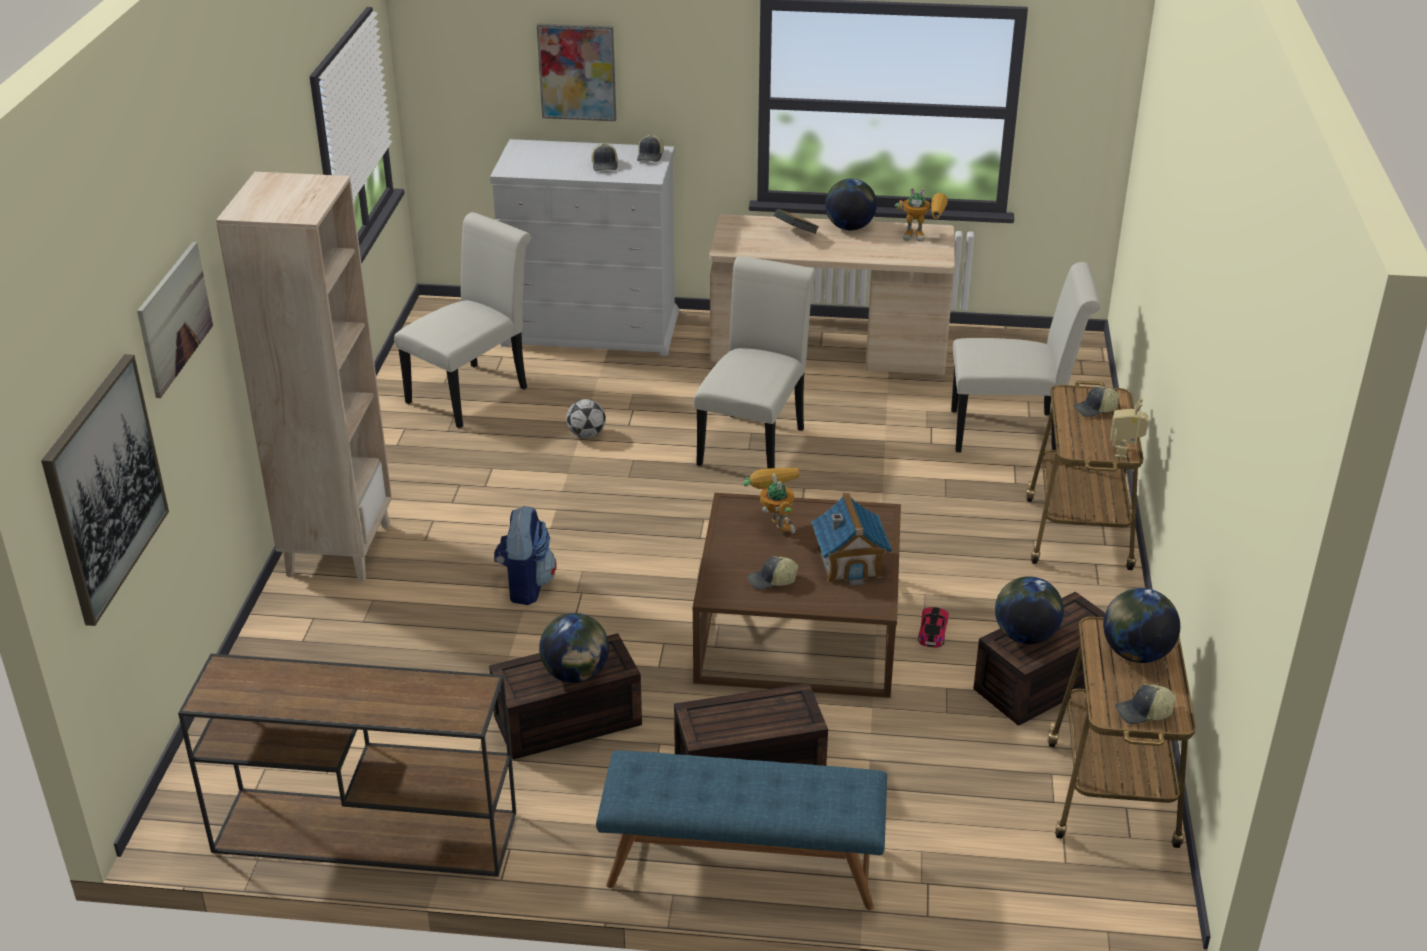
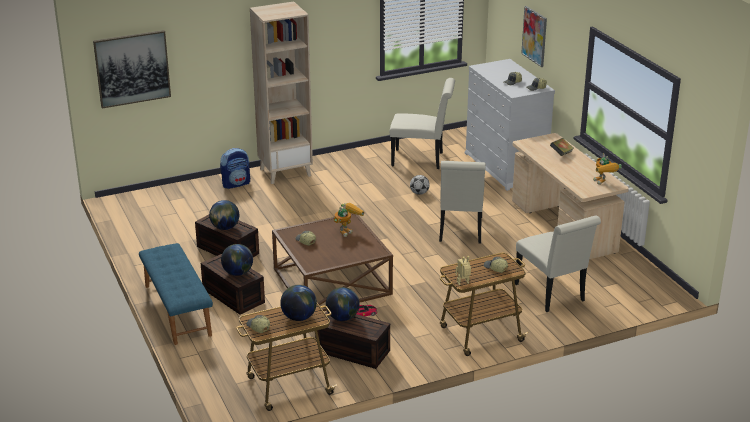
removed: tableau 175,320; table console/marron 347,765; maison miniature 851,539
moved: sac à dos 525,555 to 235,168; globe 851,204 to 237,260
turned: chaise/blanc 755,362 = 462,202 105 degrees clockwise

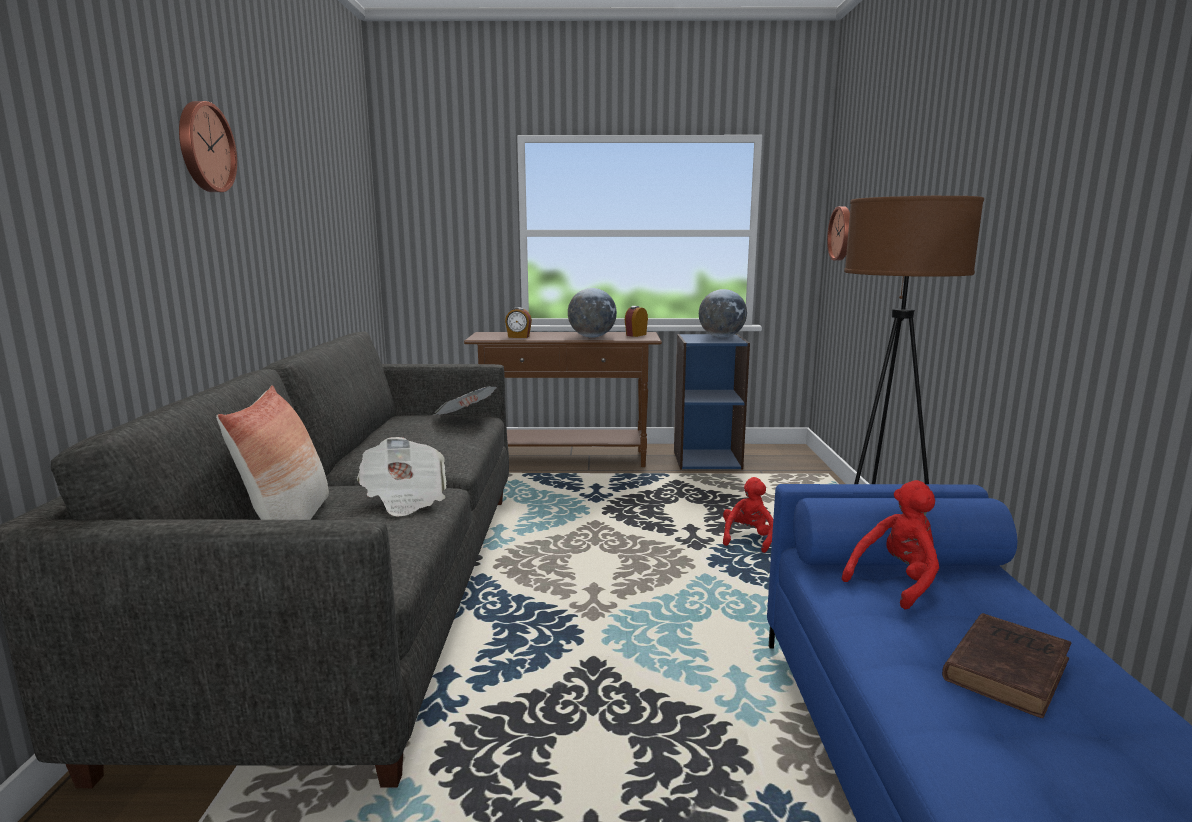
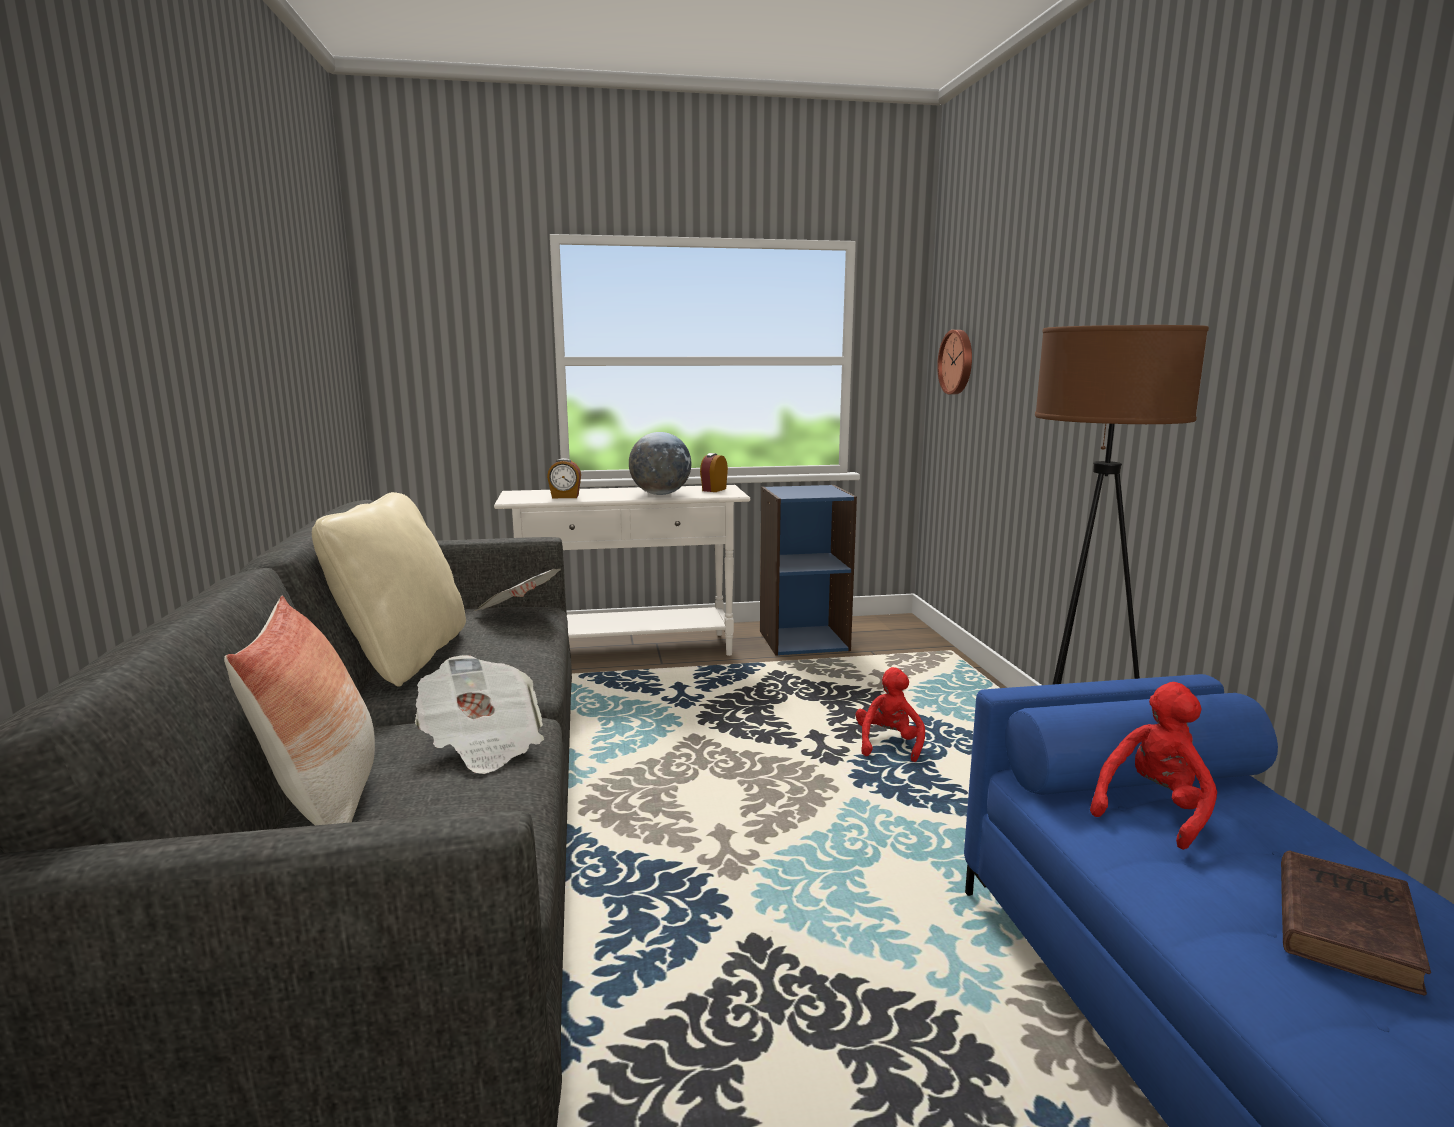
removed: horloge murale 208,146; globe 723,313
added: coussin/beige 389,589
recoloured: table console/marron 563,399 to table console/blanc 622,570

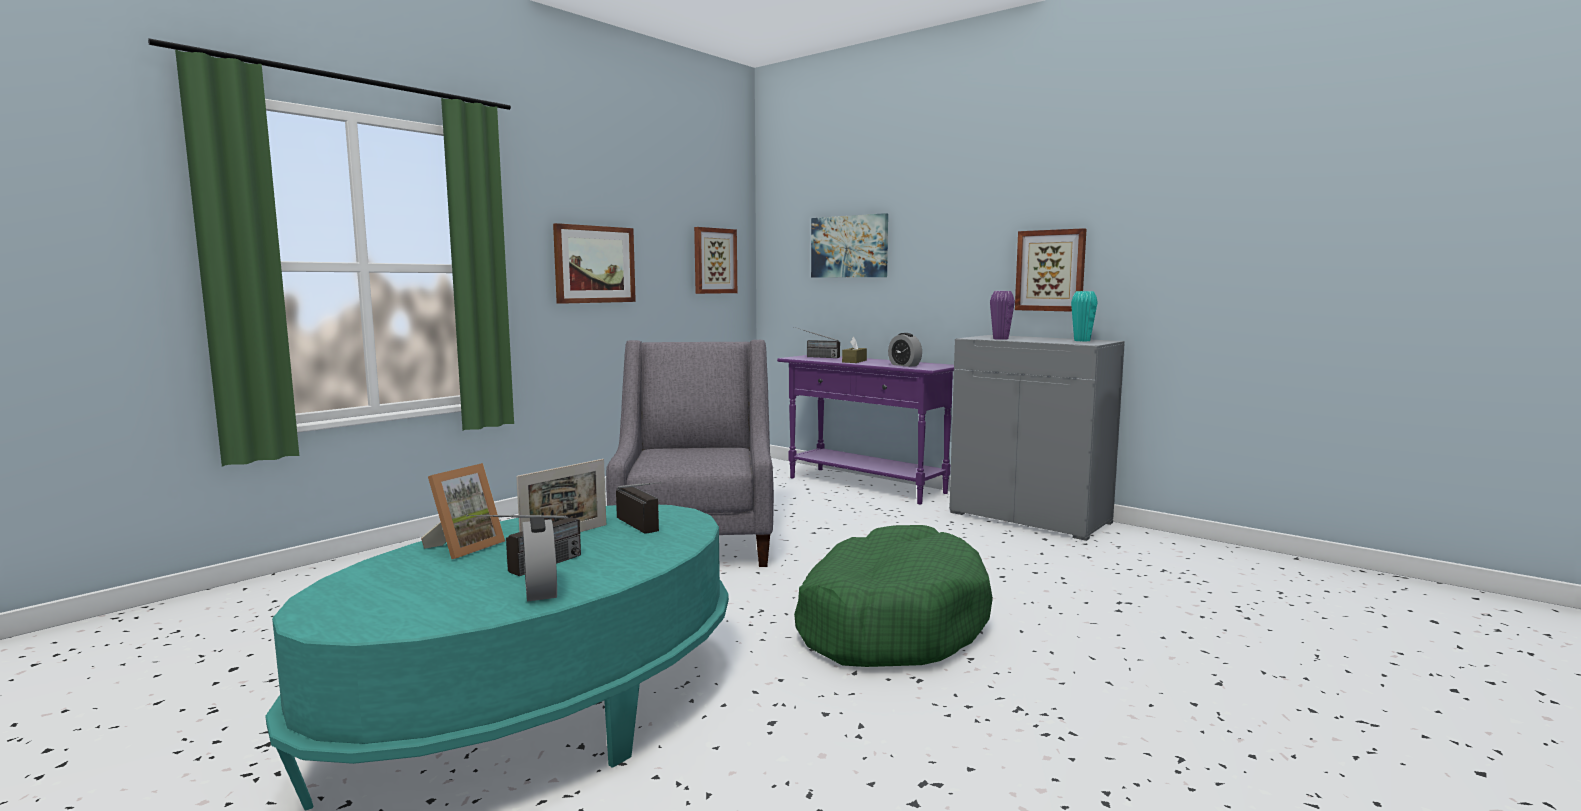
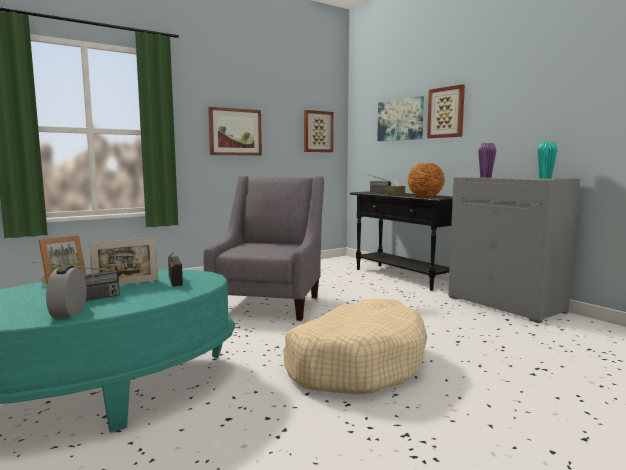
moved: tableau 1051,270 to 446,111
replaced: réveil 905,350 to vase 426,180
recoloured: table console/violet 865,429 to table console/noir 401,241; panier pour chien/vert 893,596 to panier pour chien/beige 355,346

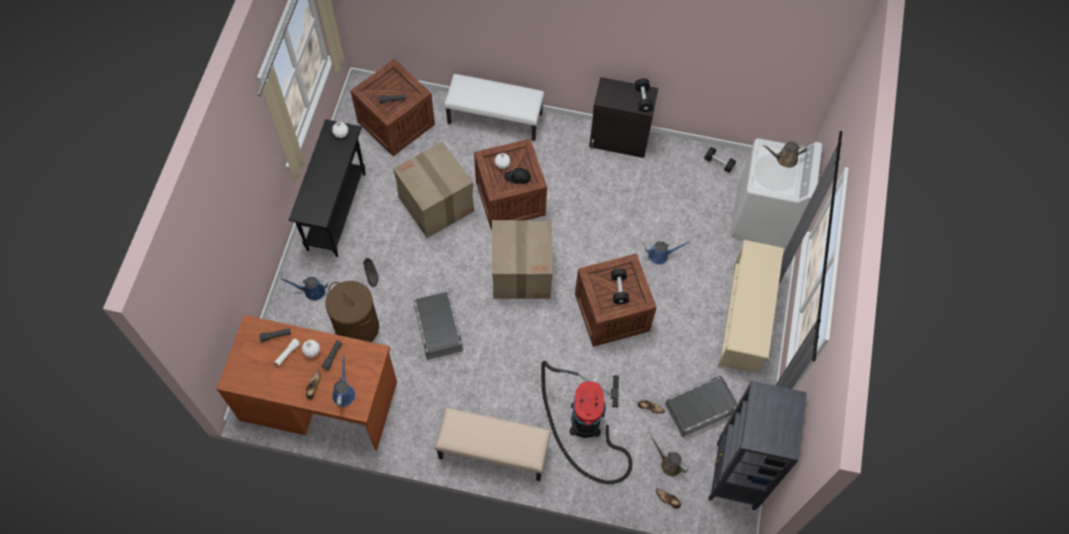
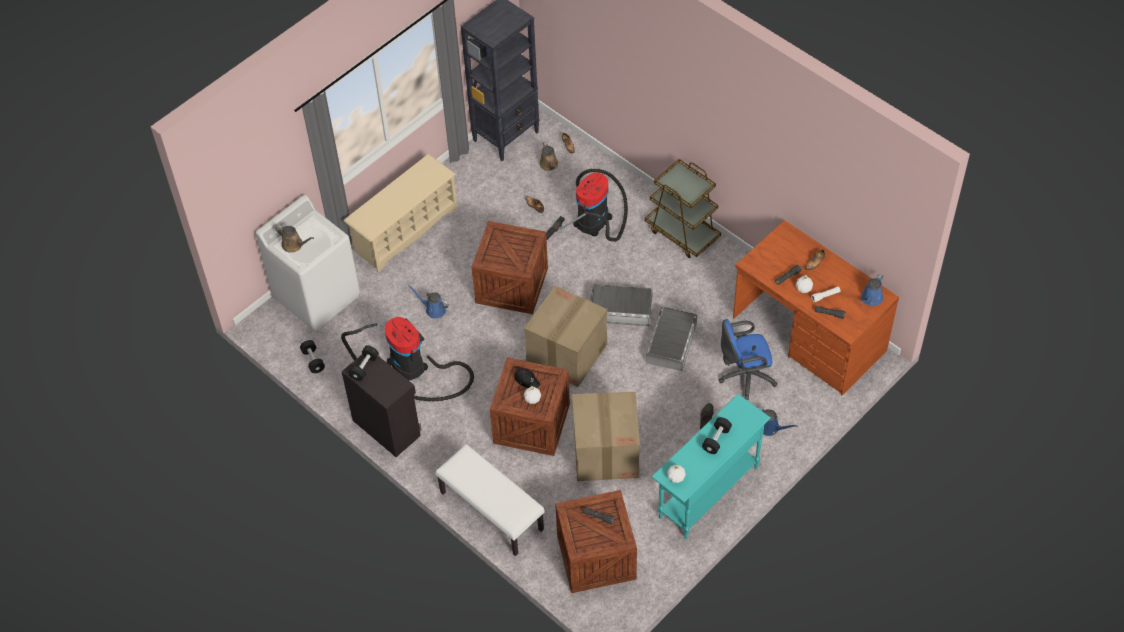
added: aspirateur 407,359
moved: arrosoir/bleu 344,380 to 871,290; haltère/noir 620,286 to 717,435; boîte de rangement/gris 701,406 to 622,305
replaced: panier à linge/marron 352,311 to chaise de bureau/bleu 748,359; banc/beige 493,444 to chariot/marron 683,208
recoloured: table console/noir 327,188 to table console/turquoise 711,466

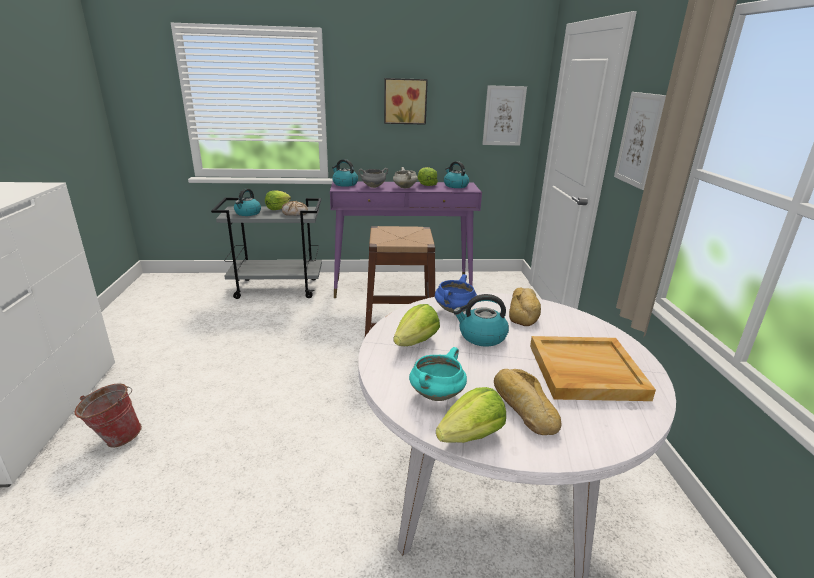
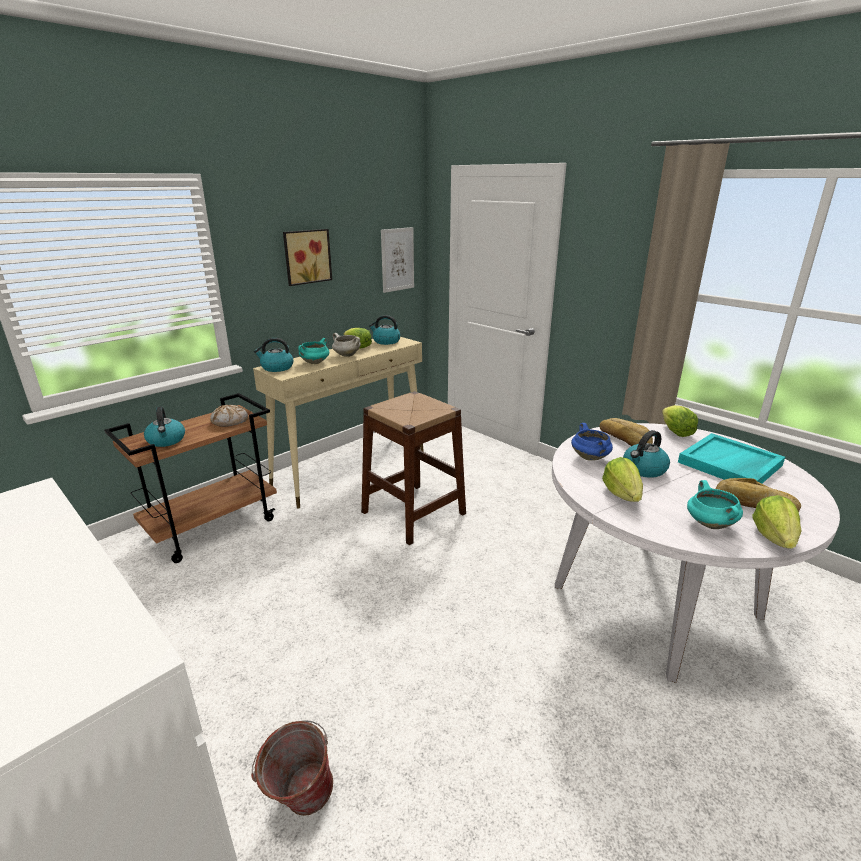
removed: tableau 640,141
moved: laitue 278,200 to 680,421
recoloured: chariot/gris 266,248 to chariot/marron 190,478; table console/violet 406,239 to table console/beige 338,423; marmite/gris 373,178 to marmite/turquoise 313,351; plateau/beige 593,368 to plateau/turquoise 731,458

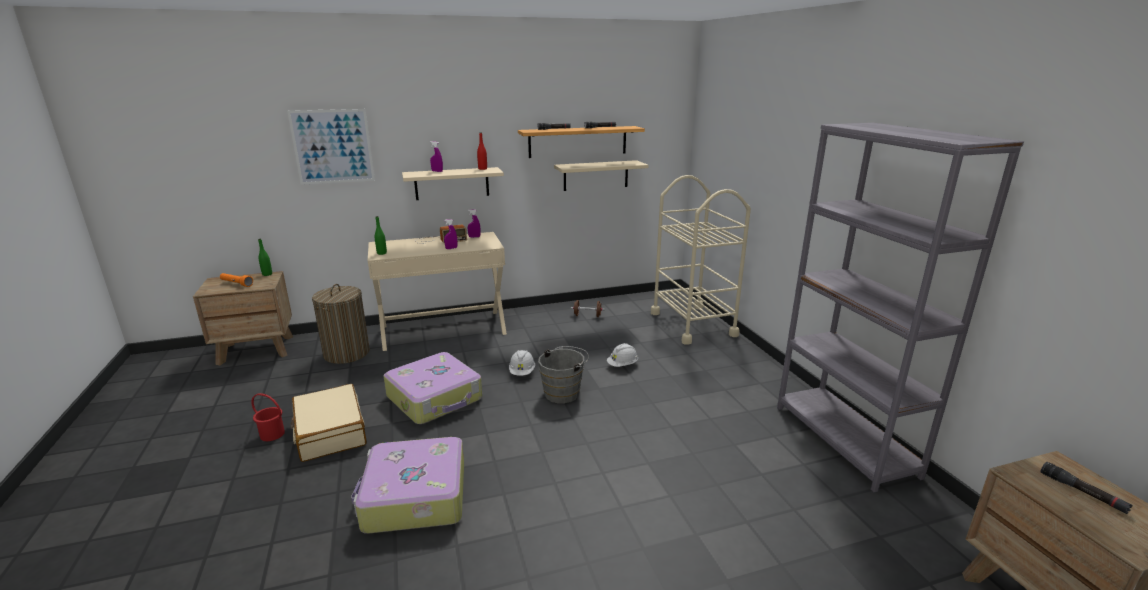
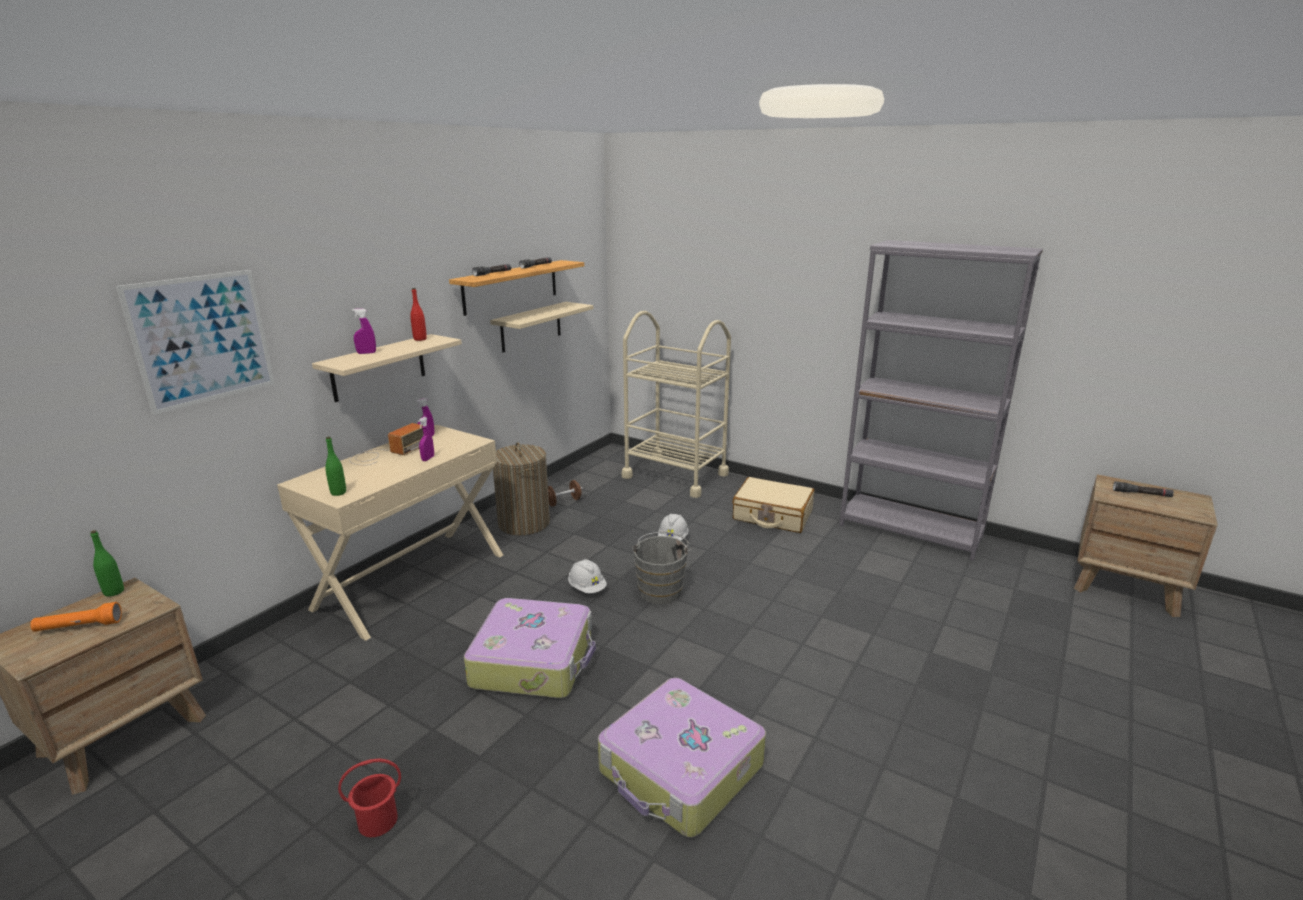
moved: valise/beige 328,423 to 773,505; panier à linge 341,324 to 521,488

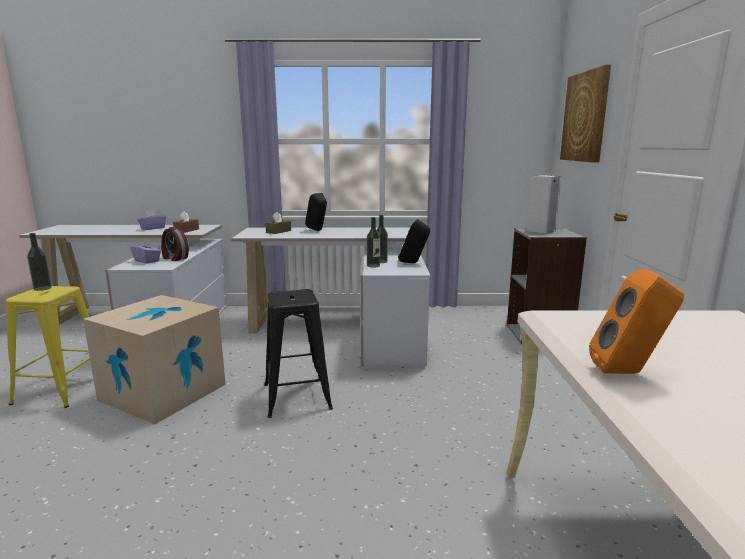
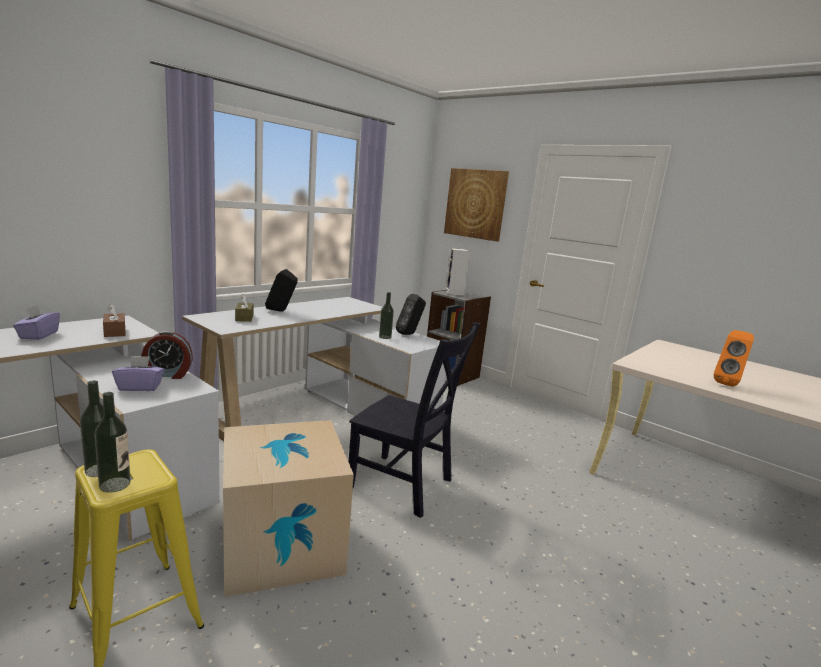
moved: bouteille 373,242 to 112,442
replaced: tabouret/noir 299,353 to chaise/noir 414,420

